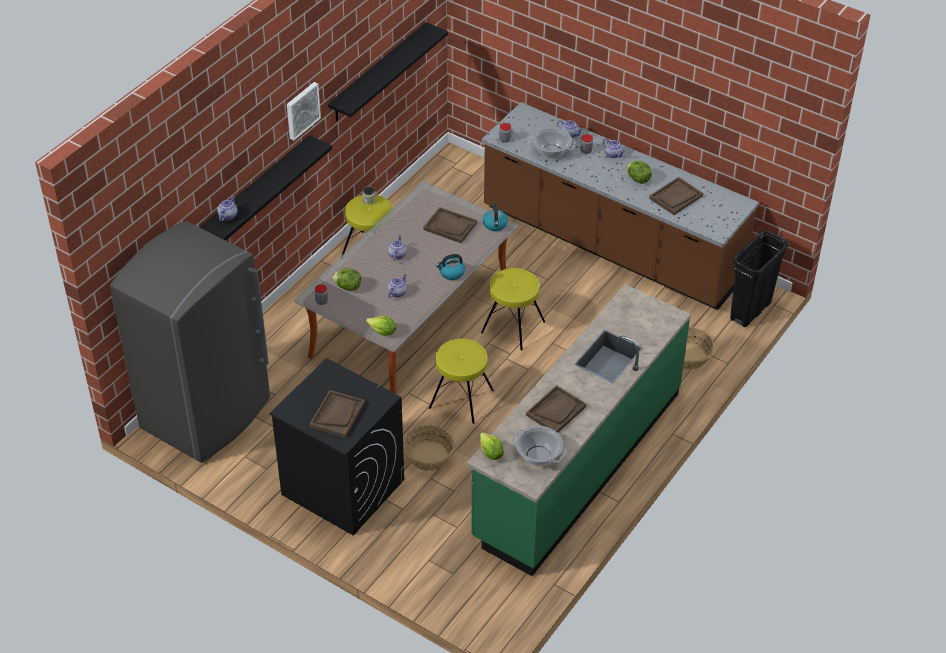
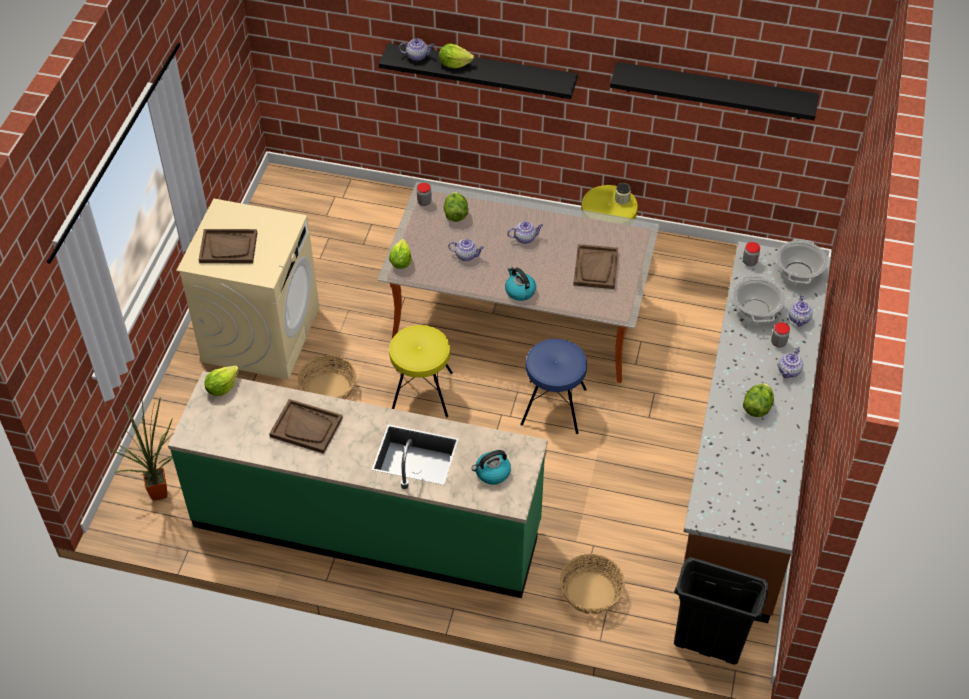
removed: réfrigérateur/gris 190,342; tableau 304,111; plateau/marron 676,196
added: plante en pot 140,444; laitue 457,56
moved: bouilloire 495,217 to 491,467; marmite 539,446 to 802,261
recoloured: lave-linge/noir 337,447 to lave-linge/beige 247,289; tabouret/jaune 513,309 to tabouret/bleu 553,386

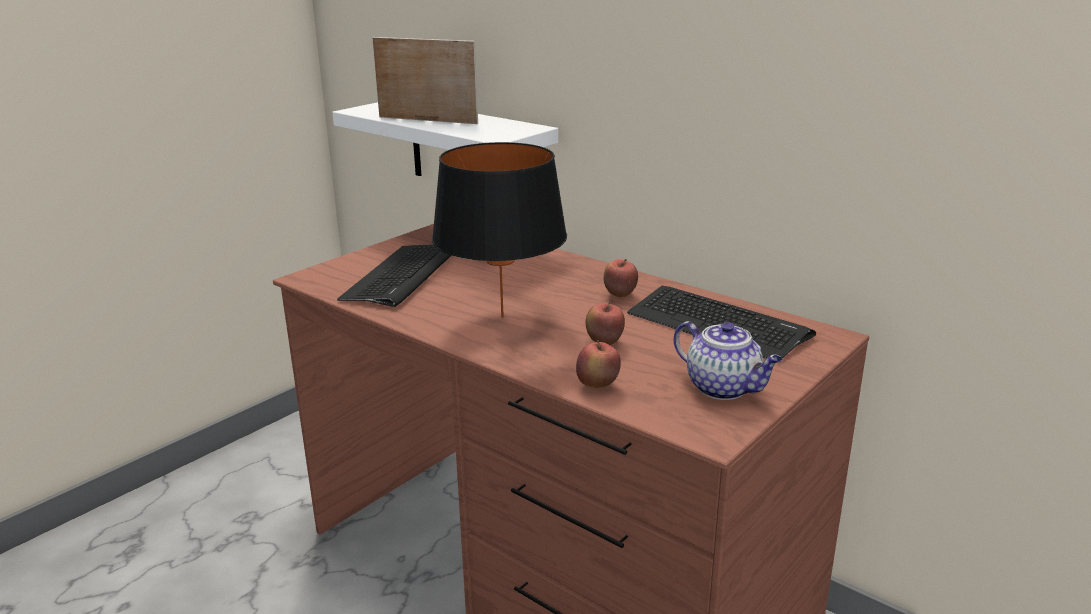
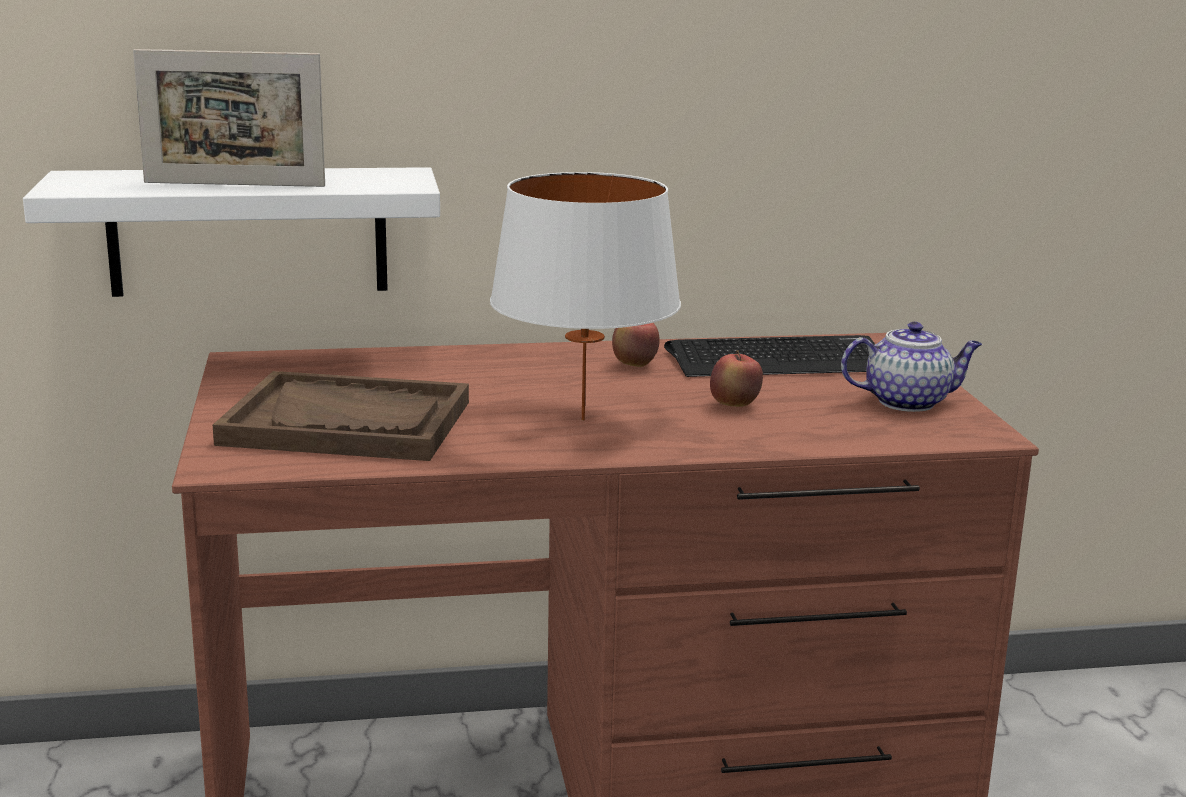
removed: pomme 598,364
replaced: clavier 394,275 to plateau/marron 341,416
recoloured: lampe de table/noir 499,230 to lampe de table/blanc 585,296
turned: cadre photo 425,80 = 229,118 150 degrees counterclockwise

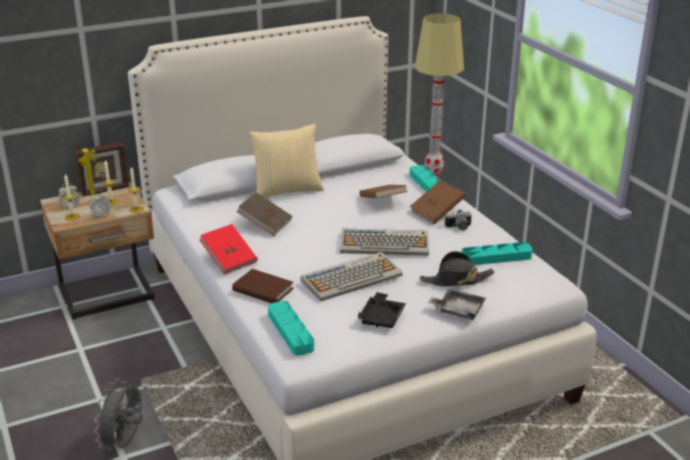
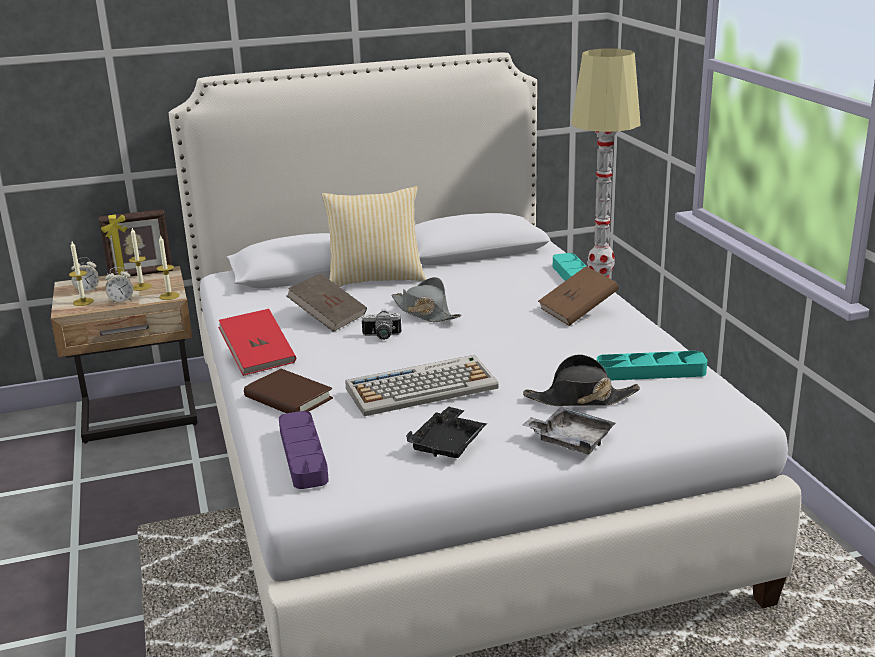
removed: ventilateur/gris 118,414; clavier 384,242; livre/marron 383,191
added: chapeau/gris 427,299
moved: appareil photo 458,219 to 382,324
recoloured: plateau/turquoise 291,328 to plateau/violet 304,450

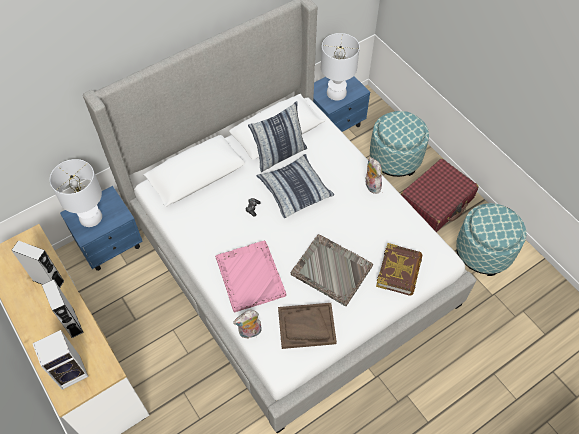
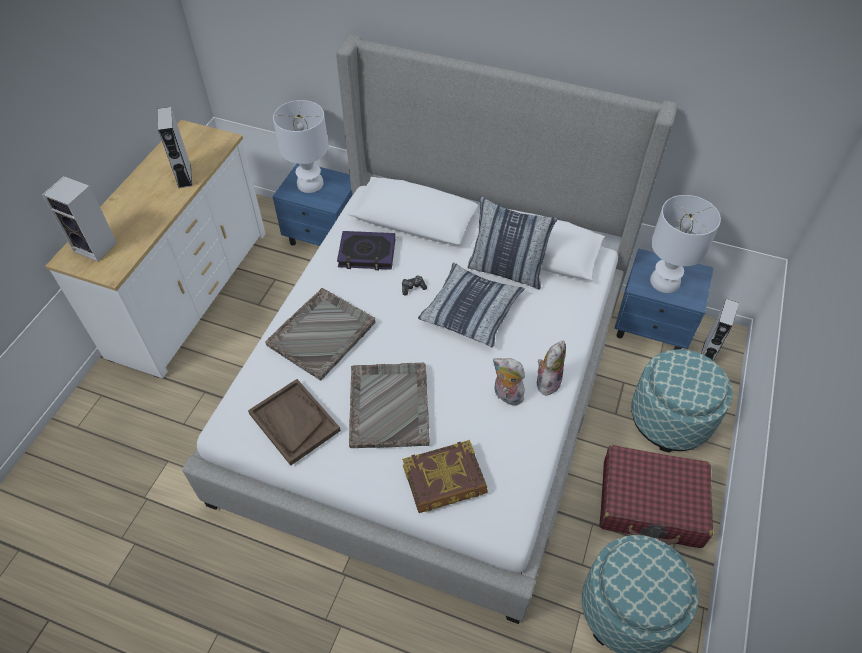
added: livre 366,250
moved: enceinte/gris 63,309 to 720,330; peluche 247,324 to 510,381
recoloured: plateau/rose 250,276 to plateau/gris 320,334

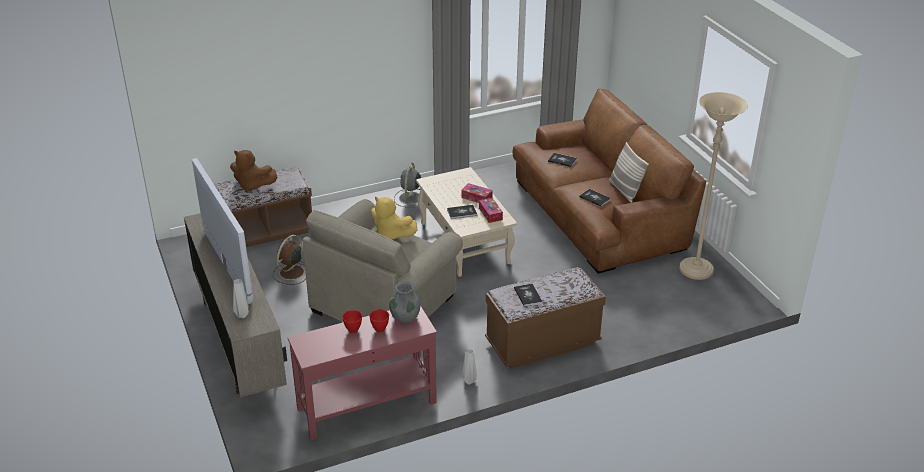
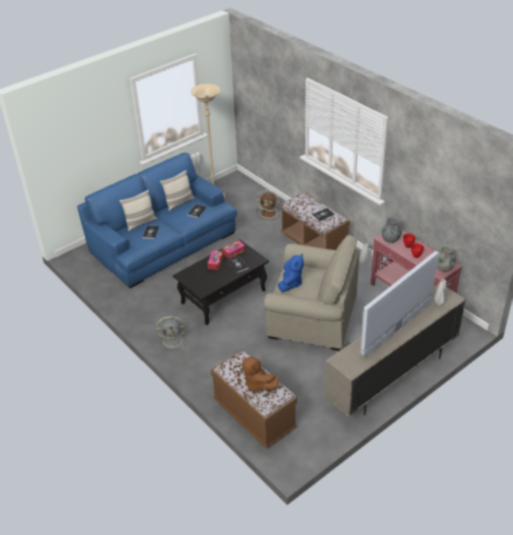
added: coussin 138,210; vase/gris 446,258
moved: ventilateur/marron 289,260 to 268,205
recoloured: peluche/jaune 394,218 to peluche/bleu 291,273; table basse/beige 466,222 to table basse/noir 221,282; canapé/marron 609,181 to canapé/bleu 157,220
turned: peluche/marron 253,171 = 260,373 135 degrees clockwise

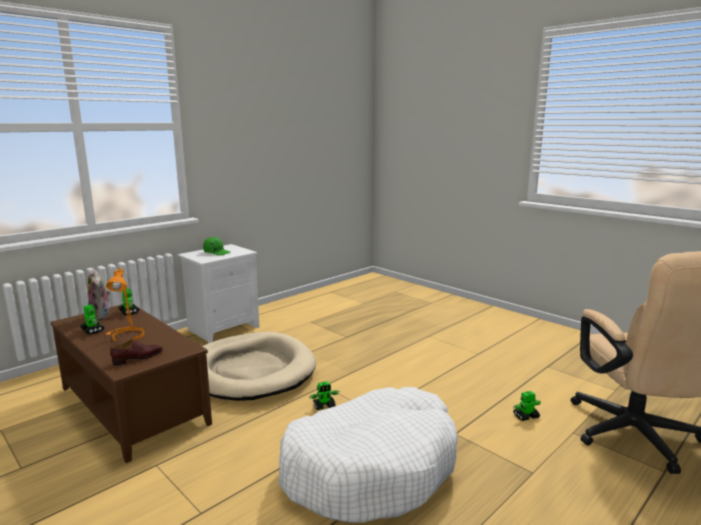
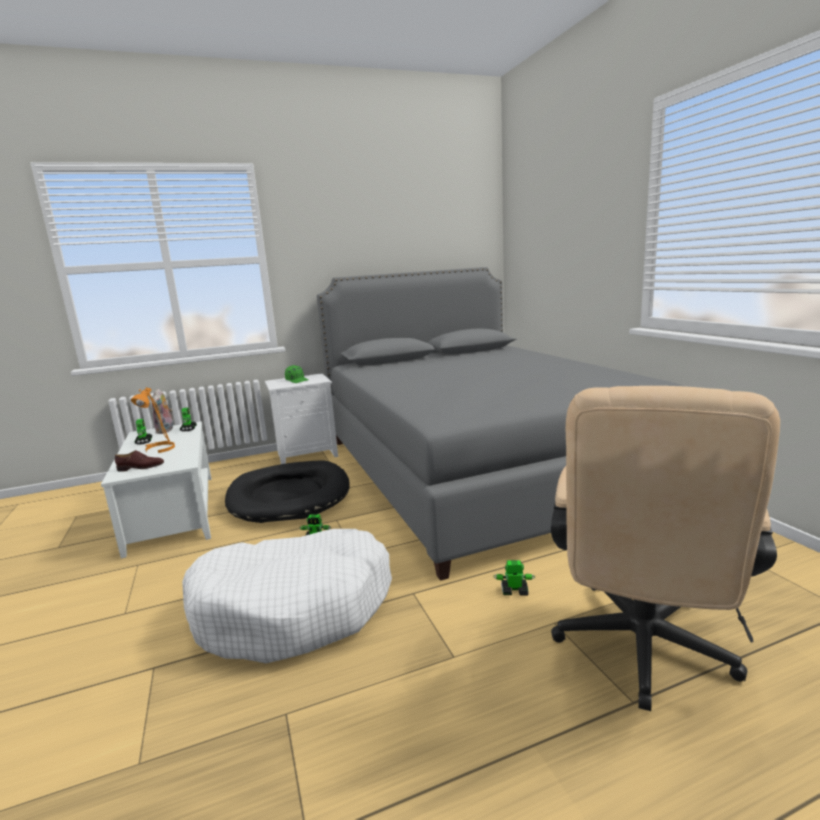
added: lit/gris 501,424
recoloured: table basse/marron 131,383 to table basse/blanc 156,489; panier pour chien/beige 259,366 to panier pour chien/noir 287,491

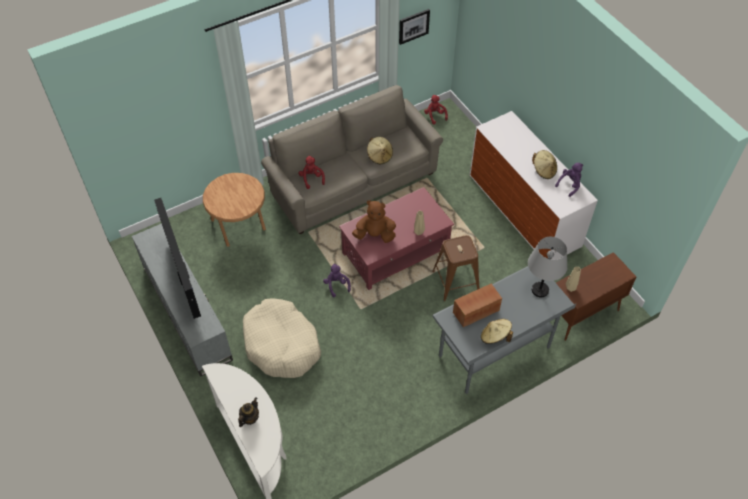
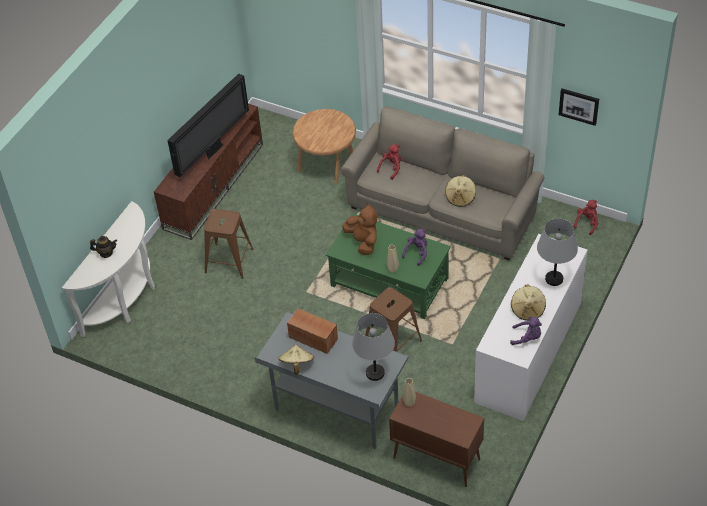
added: lampe de table/gris 557,252
moved: peluche/violet 337,280 to 414,247
replaced: panier pour chien/beige 282,338 to tabouret/marron 229,244
recoloured: meuble télé/gris 182,300 to meuble télé/marron 208,172; table basse/rouge 396,238 to table basse/vert 388,266

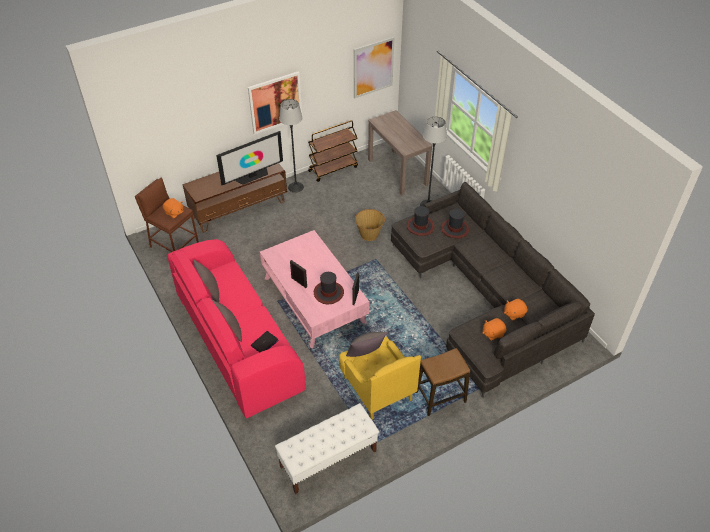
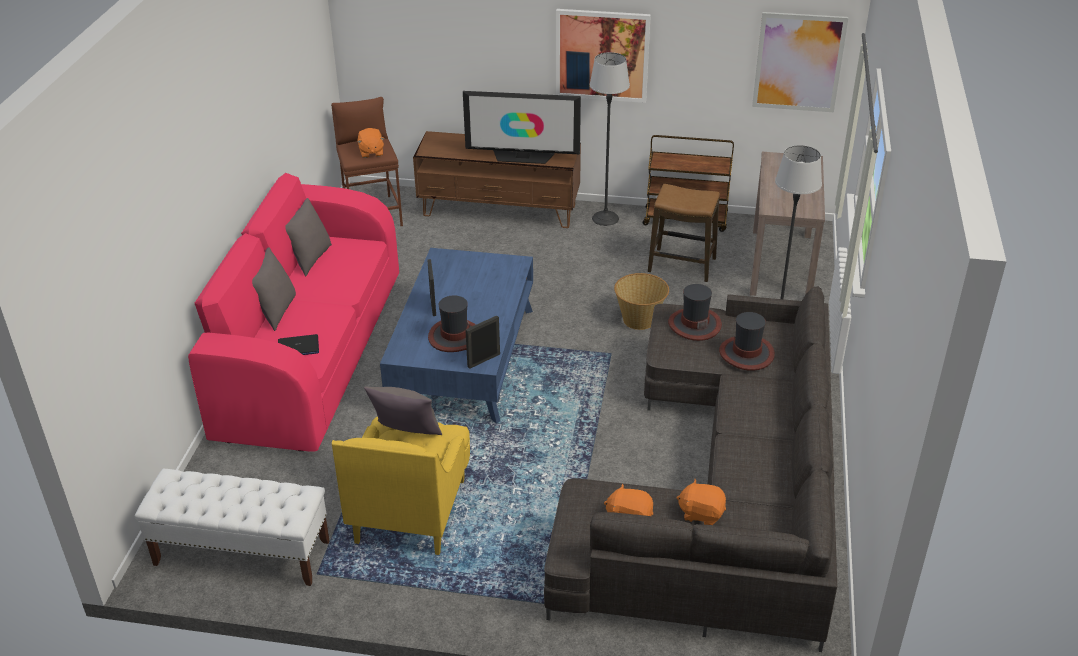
moved: tabouret 442,382 to 684,233
recoloured: table basse/rose 314,289 to table basse/bleu 456,336

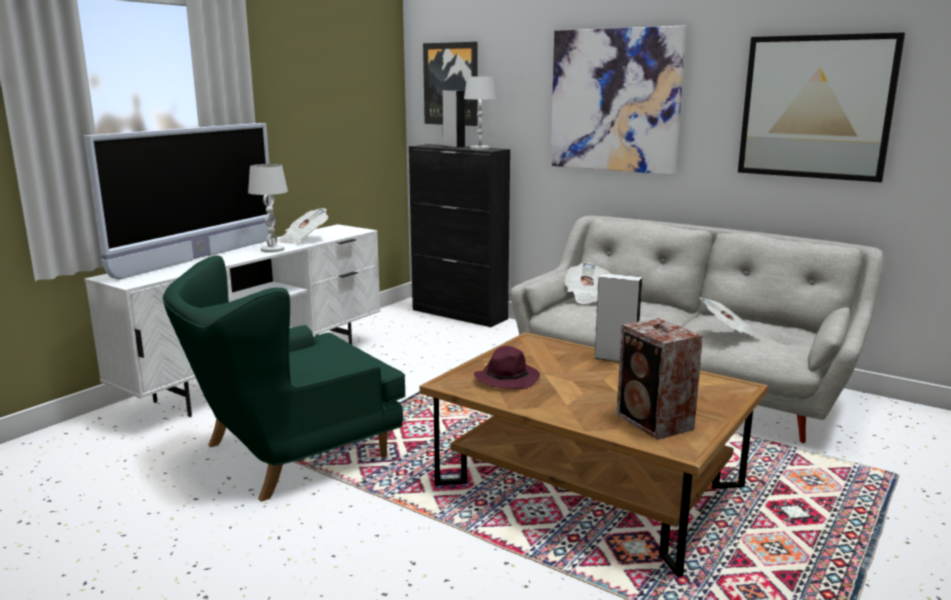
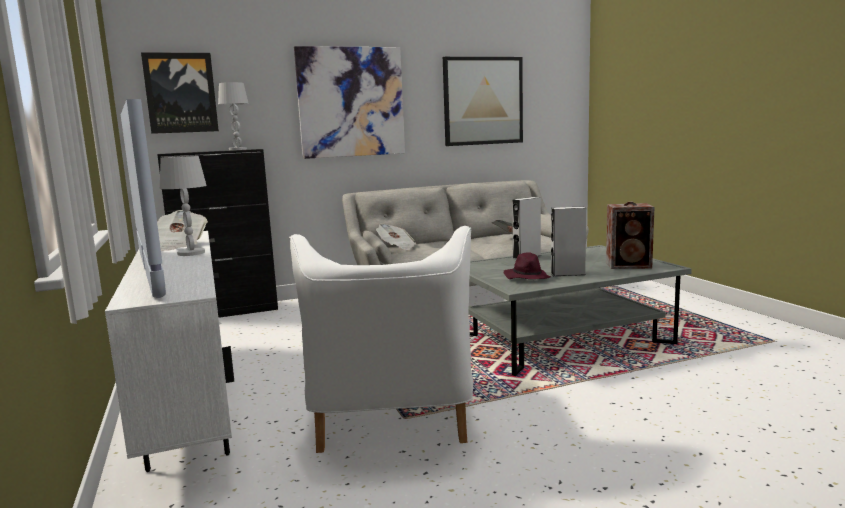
moved: enceinte/gris 453,119 to 568,241
recoloured: fauteuil/vert 284,378 to fauteuil/blanc 381,339; table basse/marron 593,454 to table basse/gris 580,310

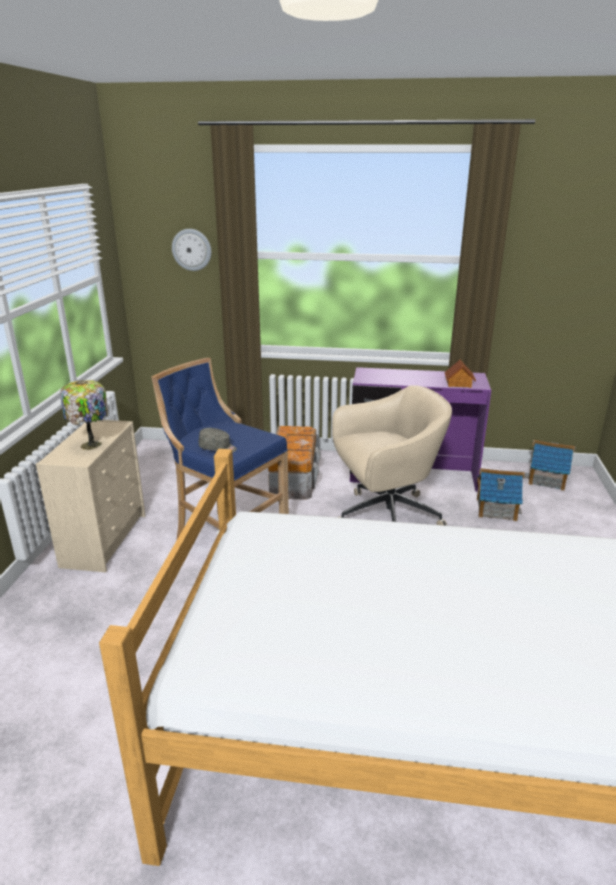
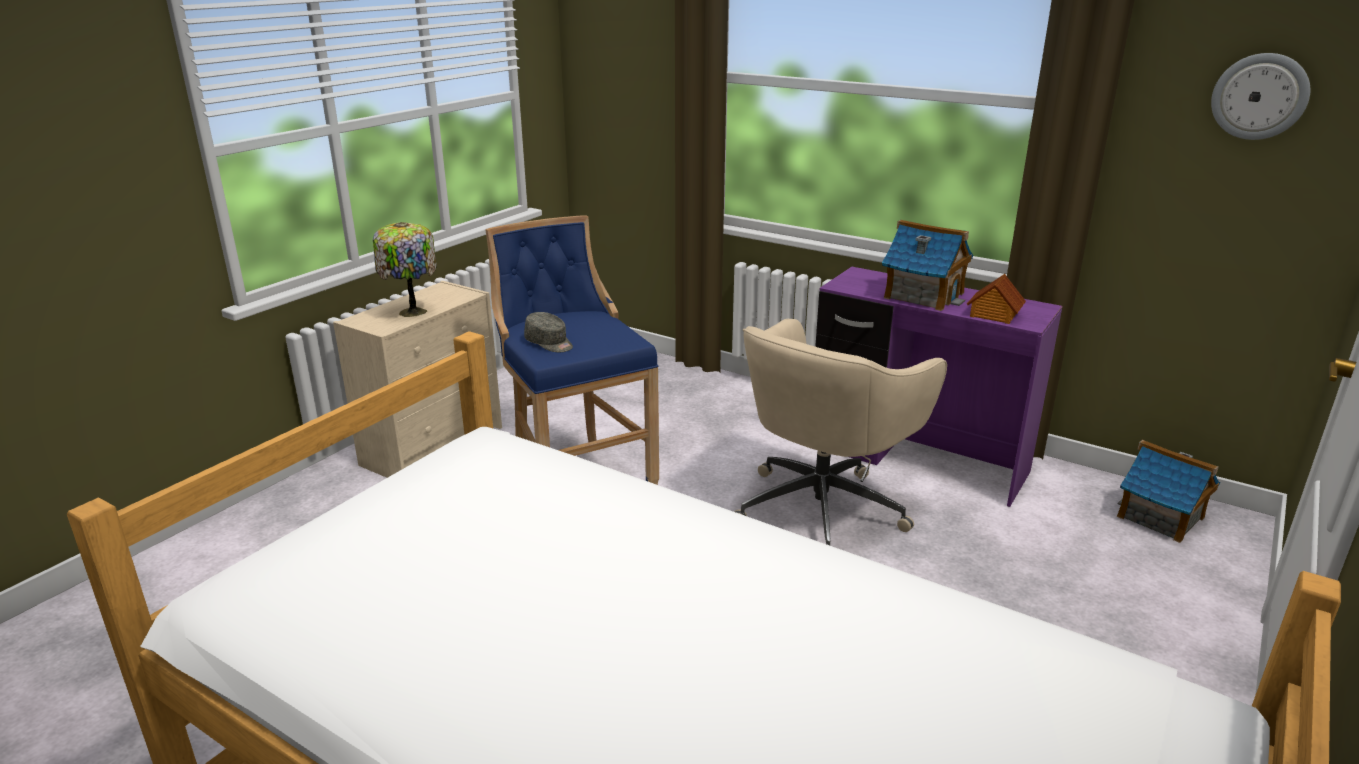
removed: boîte de rangement 294,463
moved: horloge murale 191,250 to 1260,96; maison miniature 501,494 to 927,265
turned: chaise de bureau/beige 392,455 = 840,432 120 degrees clockwise

